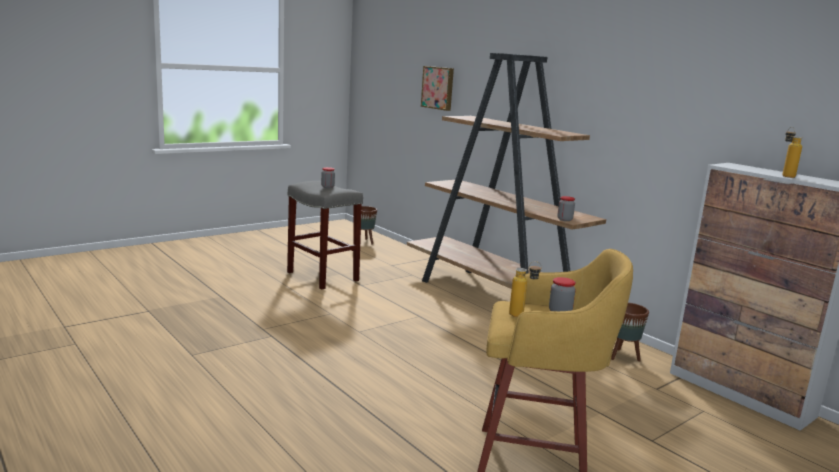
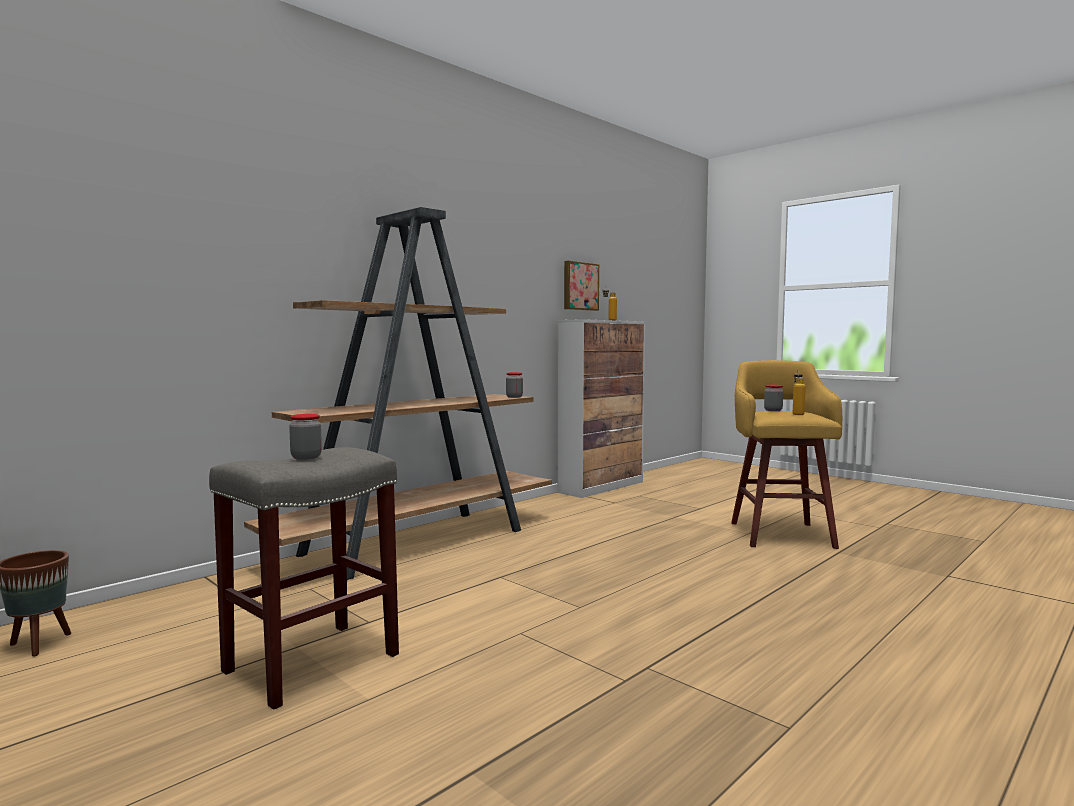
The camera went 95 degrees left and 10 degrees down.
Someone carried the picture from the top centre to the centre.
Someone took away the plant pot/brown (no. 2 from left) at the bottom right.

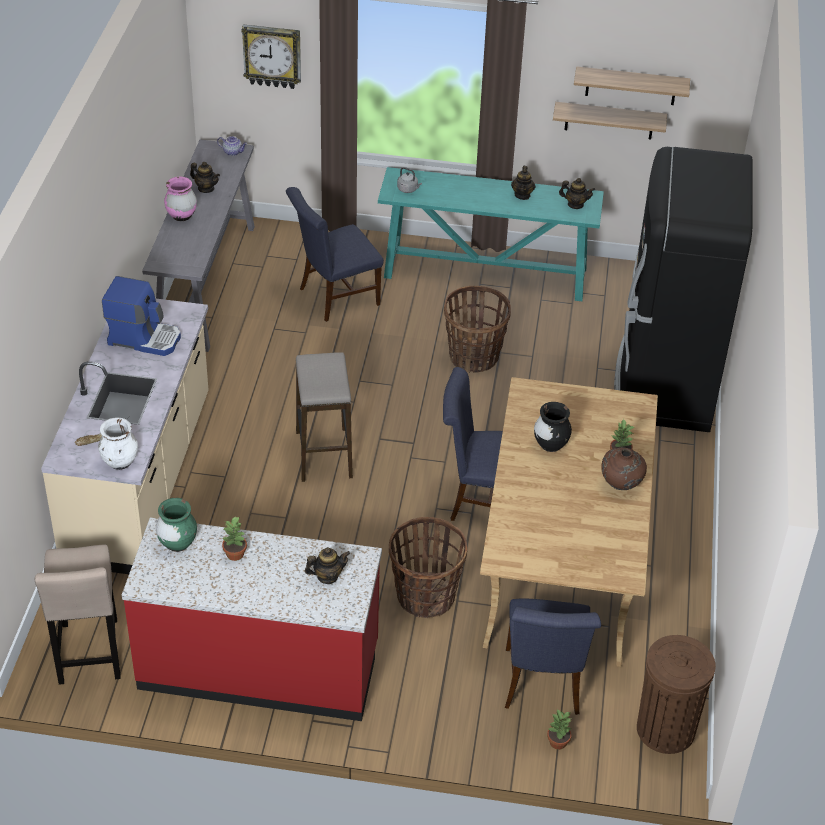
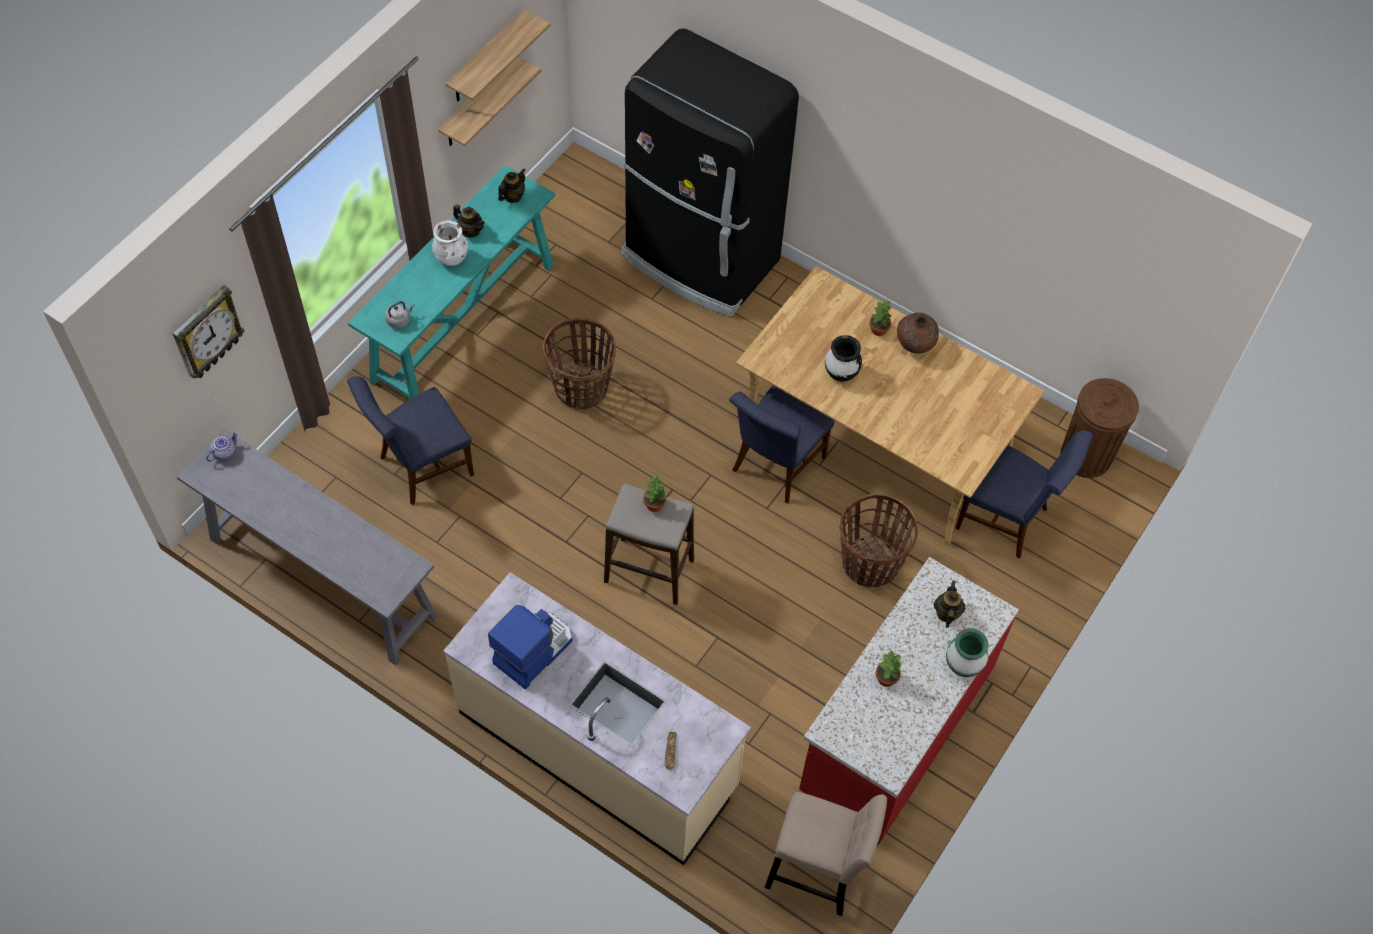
The camera went 65 degrees left and 15 degrees up.
Someone took away the teapot (no. 1 from left) at the top left.
Someone took away the decorative vase/pink at the top left.
Someone rotated the plain chair/bluish (no. 1 from left) at the top centre by 60 degrees clockwise.
Someone carried the decorative vase/white from the middle left to the top left.
Someone carried the decorative vase/greenish from the middle left to the bottom right.
Someone carried the plant in a pot (no. 2 from left in the first image) from the bottom right to the centre.

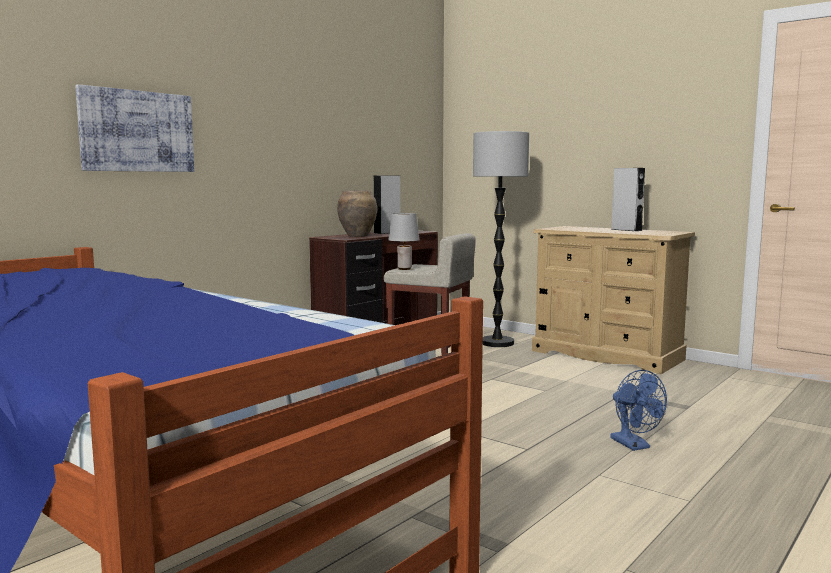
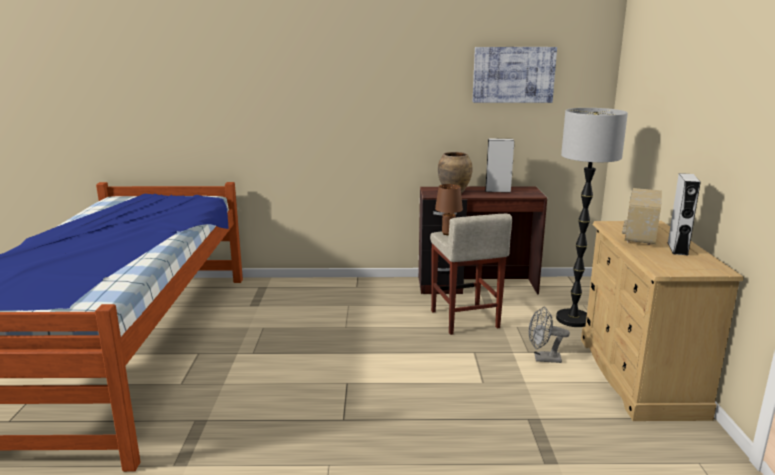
The camera went 50 degrees right and 10 degrees up.
Someone carried the picture from the top left to the top centre.
Someone repainted the table lamp/gray at the centre, which became the table lamp/brown at the centre.
Someone took away the electric fan/bluish at the bottom right.
Someone put down the radio set at the middle right.
Someone put down the electric fan/gray at the bottom right.

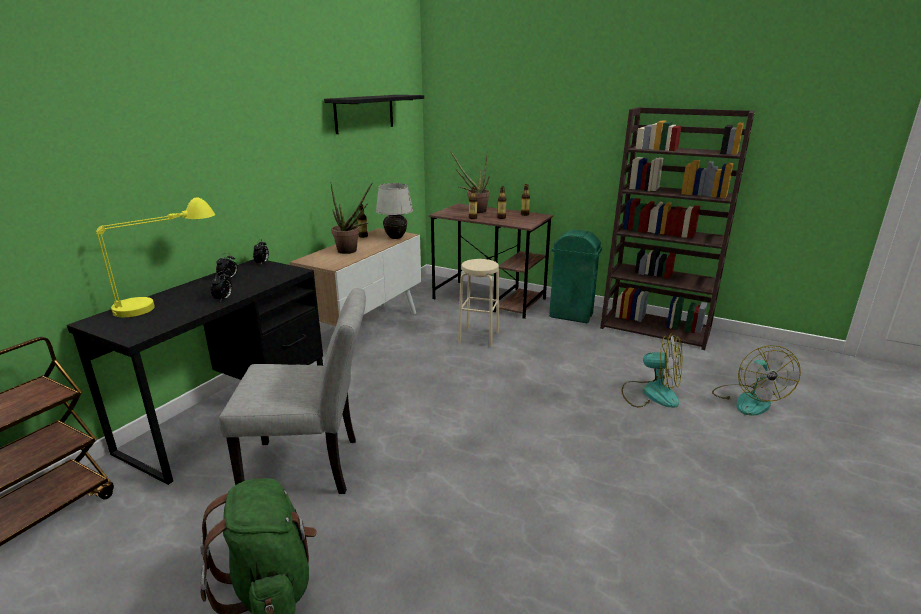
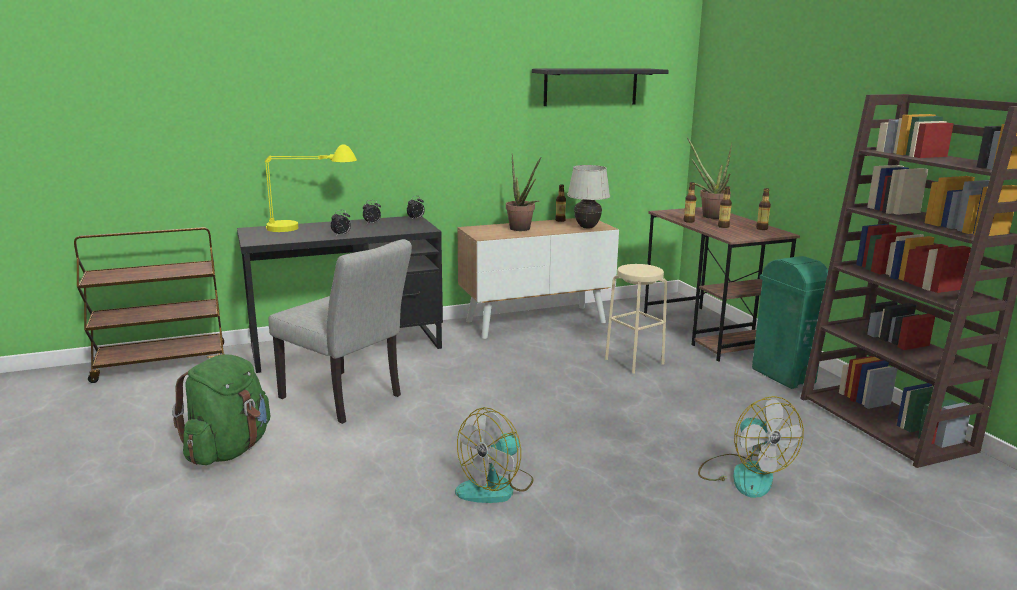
The camera went 40 degrees right and 5 degrees down.
Someone carried the electric fan (no. 2 from left in the first image) from the middle right to the bottom centre.

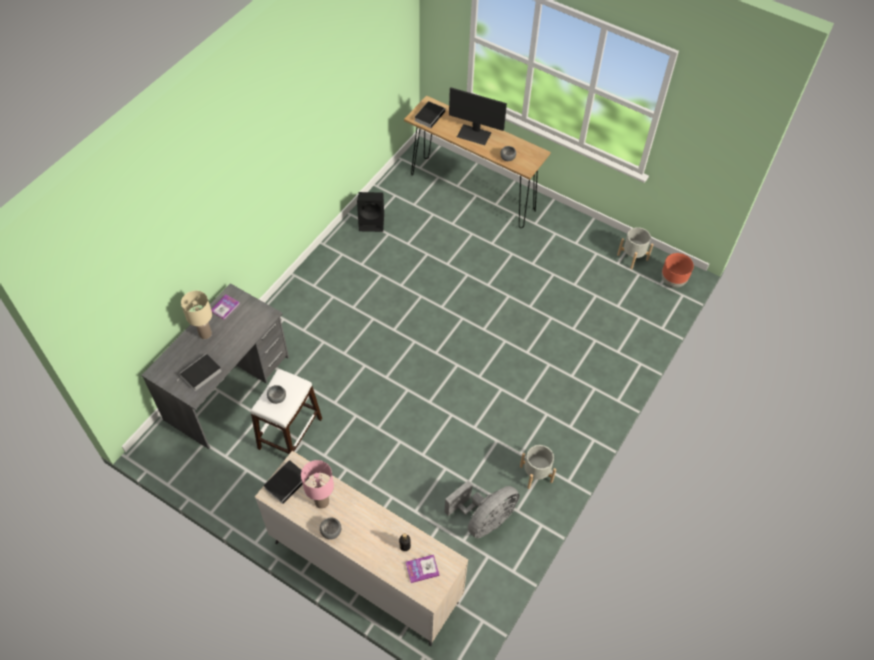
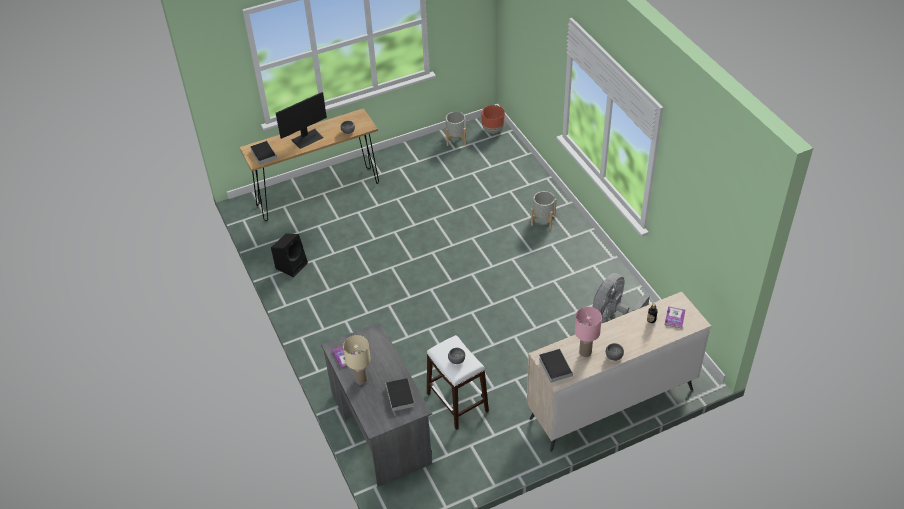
The camera went 55 degrees left and 10 degrees down.
Someone carried the plant pot/gray (no. 1 from left in the first image) from the bottom centre to the centre.
Someone rotated the electric fan/gray at the bottom centre by 135 degrees counterclockwise.

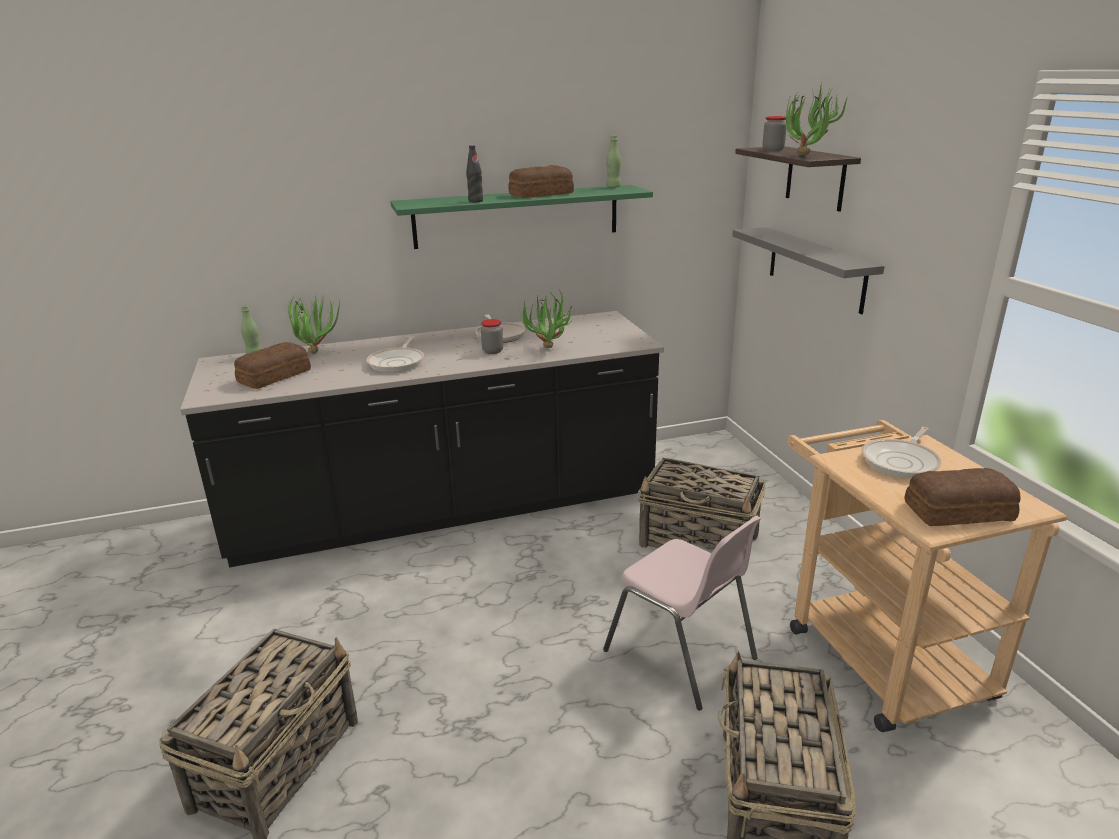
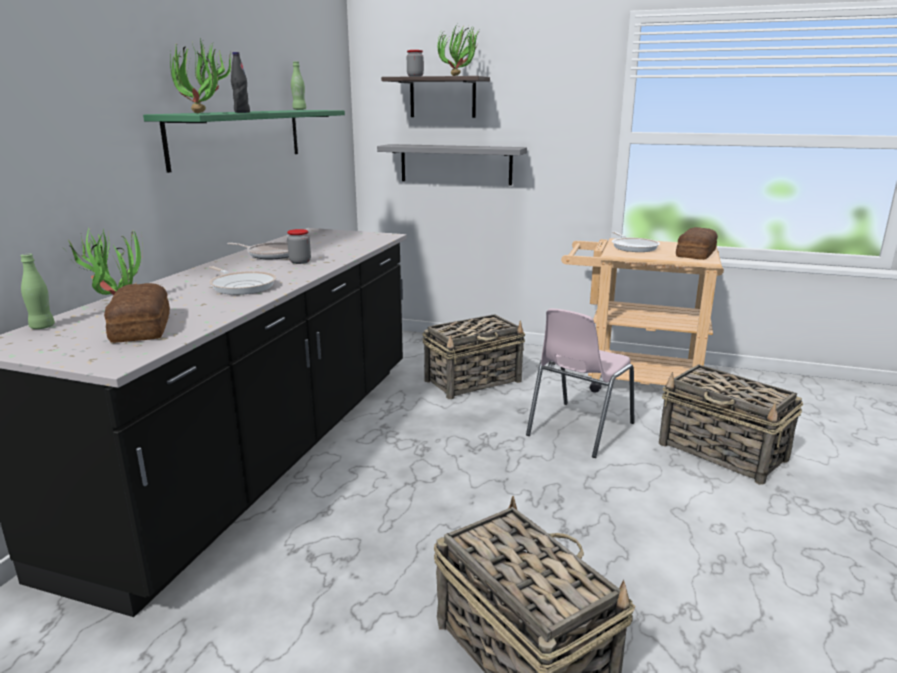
The camera went 55 degrees left and 5 degrees down.
Someone took away the bread (no. 2 from left) at the top centre.
Someone carried the plant in a pot (no. 2 from left) from the centre to the top left.
Someone rotated the plain chair/pink at the bottom centre by 135 degrees clockwise.

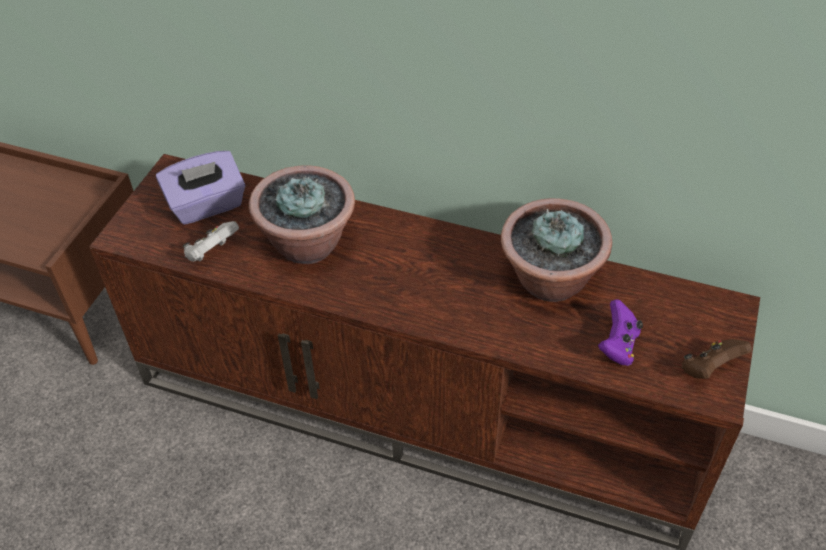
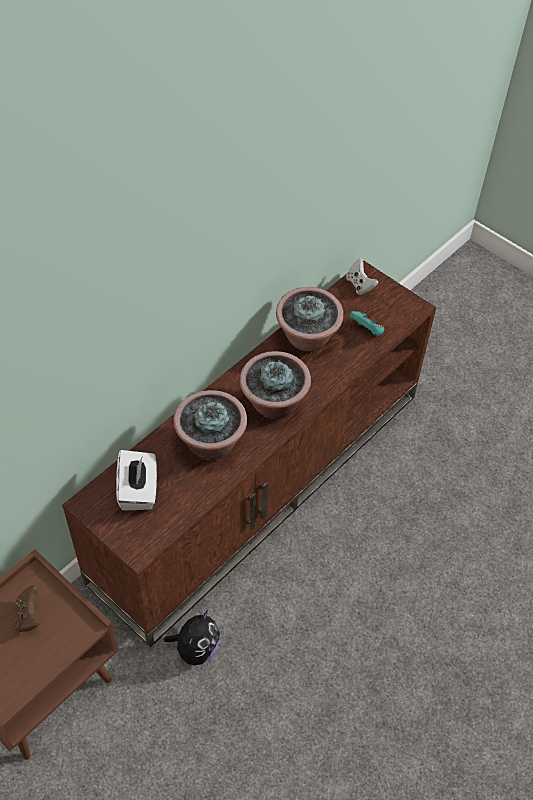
The camera went 70 degrees left and 5 degrees up.
Someone repainted the tissue holder/purplish at the middle left, which became the tissue holder/white at the middle left.
Someone carried the game controller/white from the middle left to the middle right.
Someone repainted the game controller/purplish at the middle right, which became the game controller/turquoise at the middle right.
Someone carried the game controller/brown from the middle right to the bottom left.
Someone put down the plant in a pot (no. 2 from left) at the centre.
Someone put down the cuddly toy at the bottom centre.

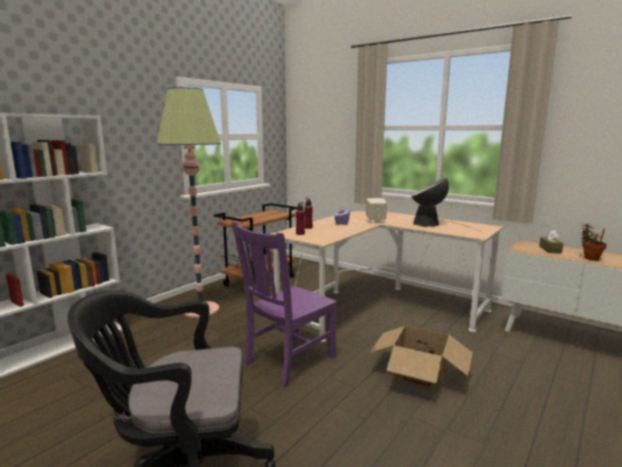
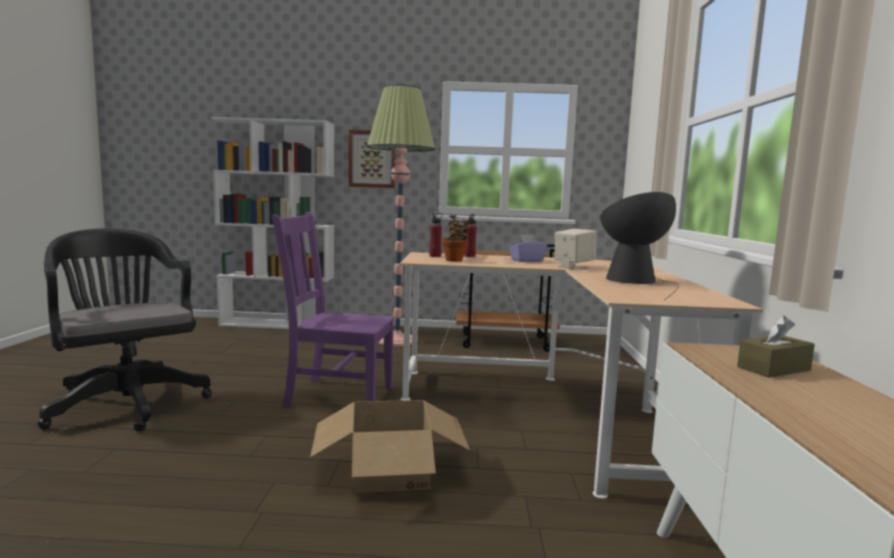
The camera went 55 degrees right and 5 degrees down.
Someone carried the plant in a pot from the middle right to the centre.
Someone put up the picture at the top centre.

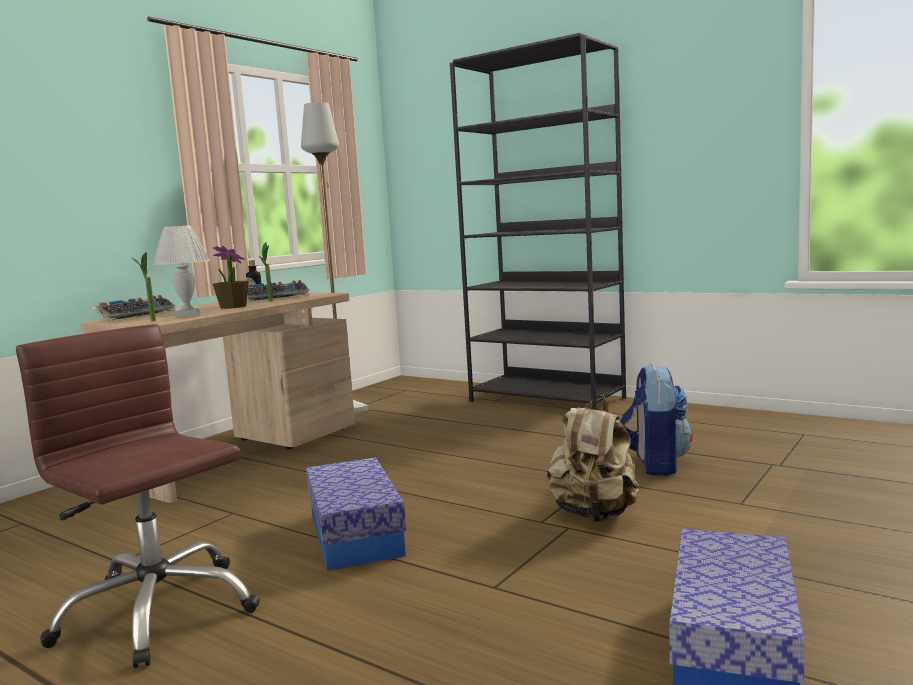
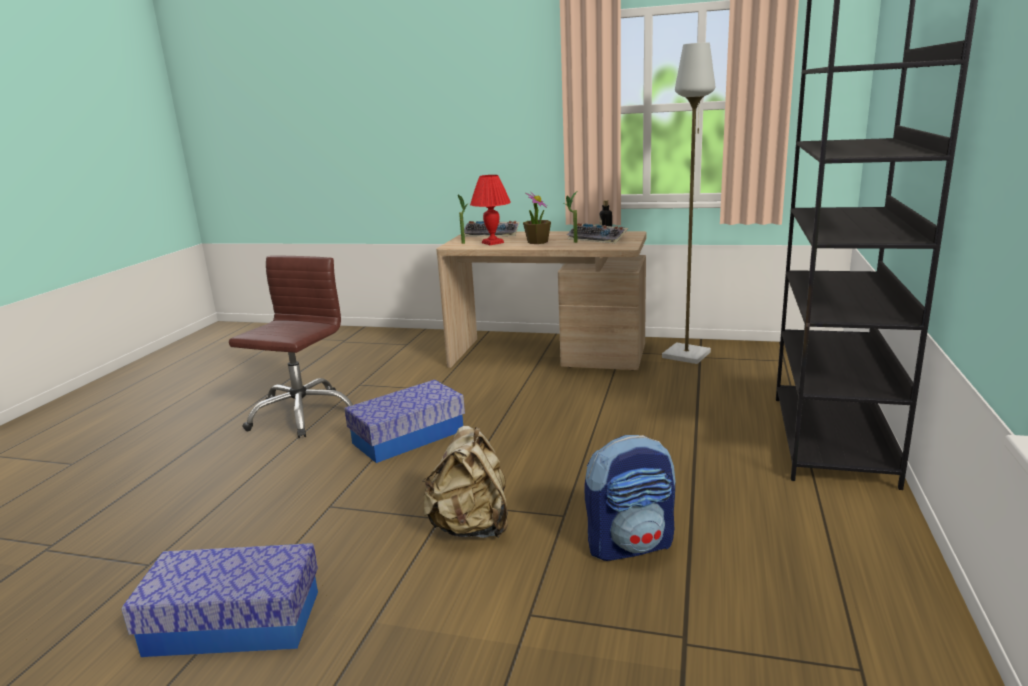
The camera went 70 degrees right and 10 degrees up.
Someone repainted the table lamp/white at the middle left, which became the table lamp/reddish at the top centre.

